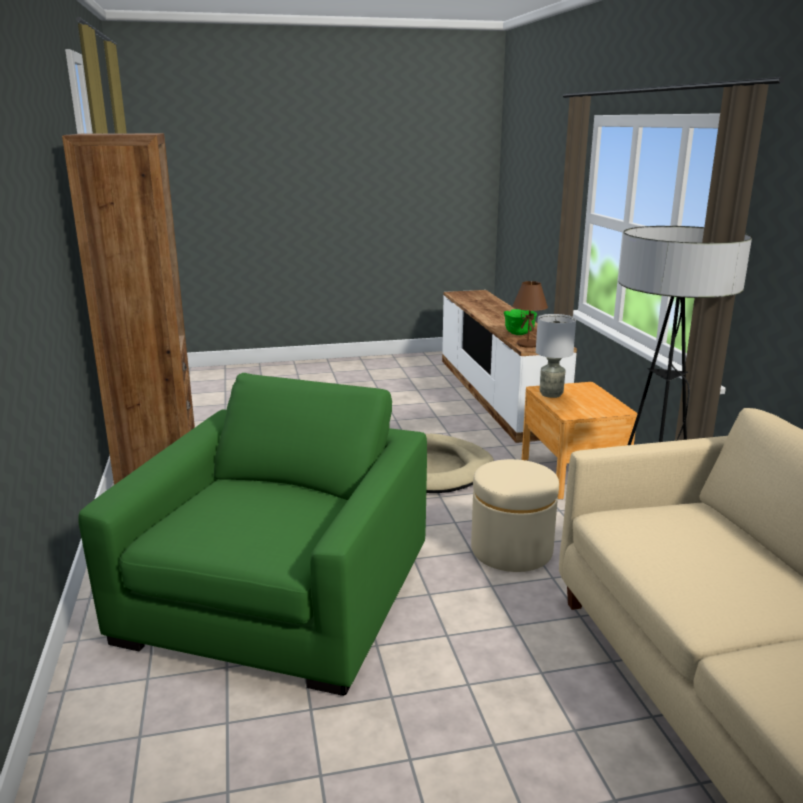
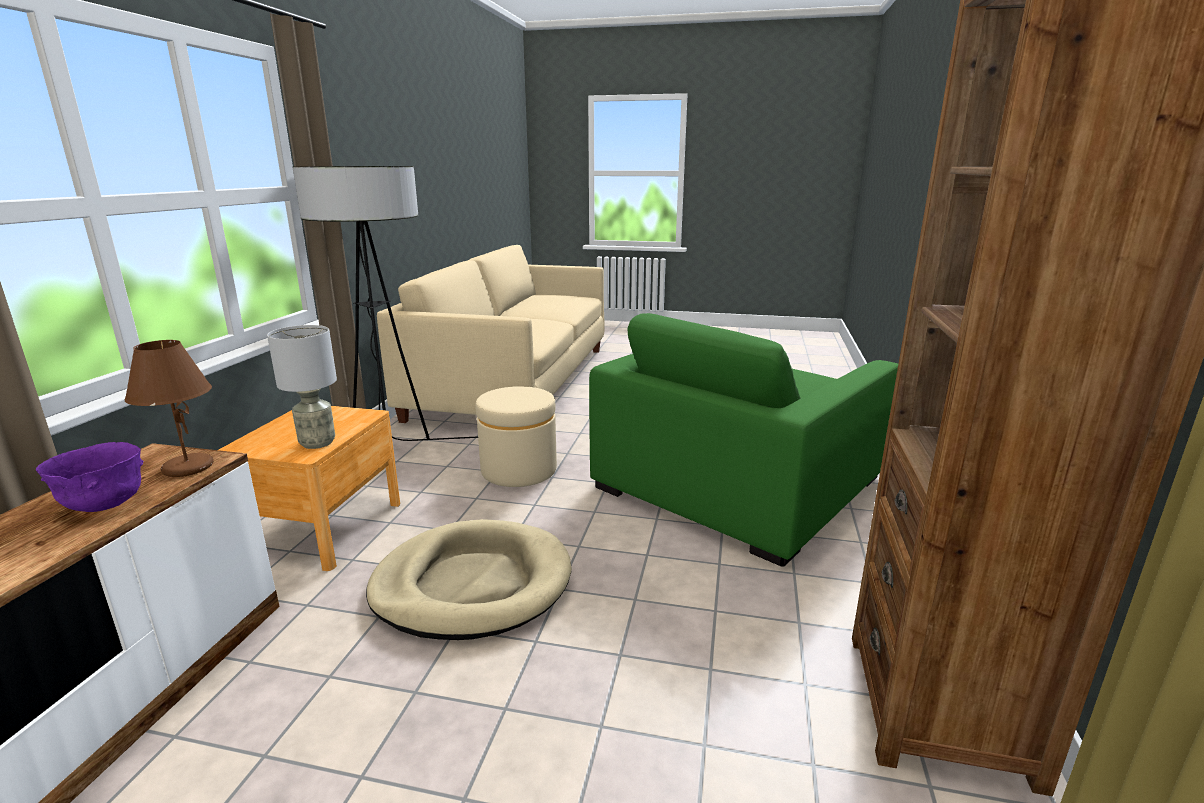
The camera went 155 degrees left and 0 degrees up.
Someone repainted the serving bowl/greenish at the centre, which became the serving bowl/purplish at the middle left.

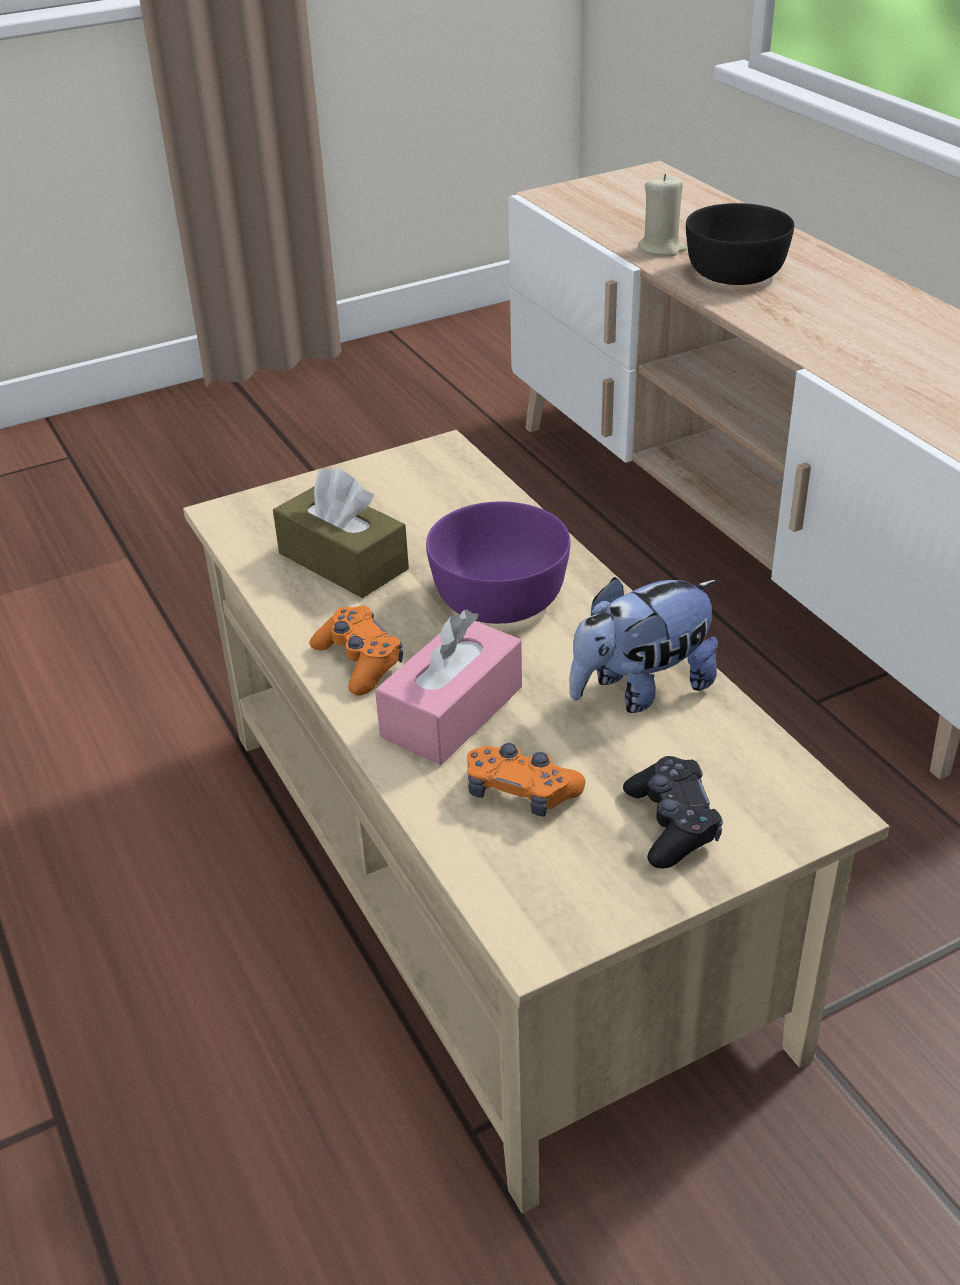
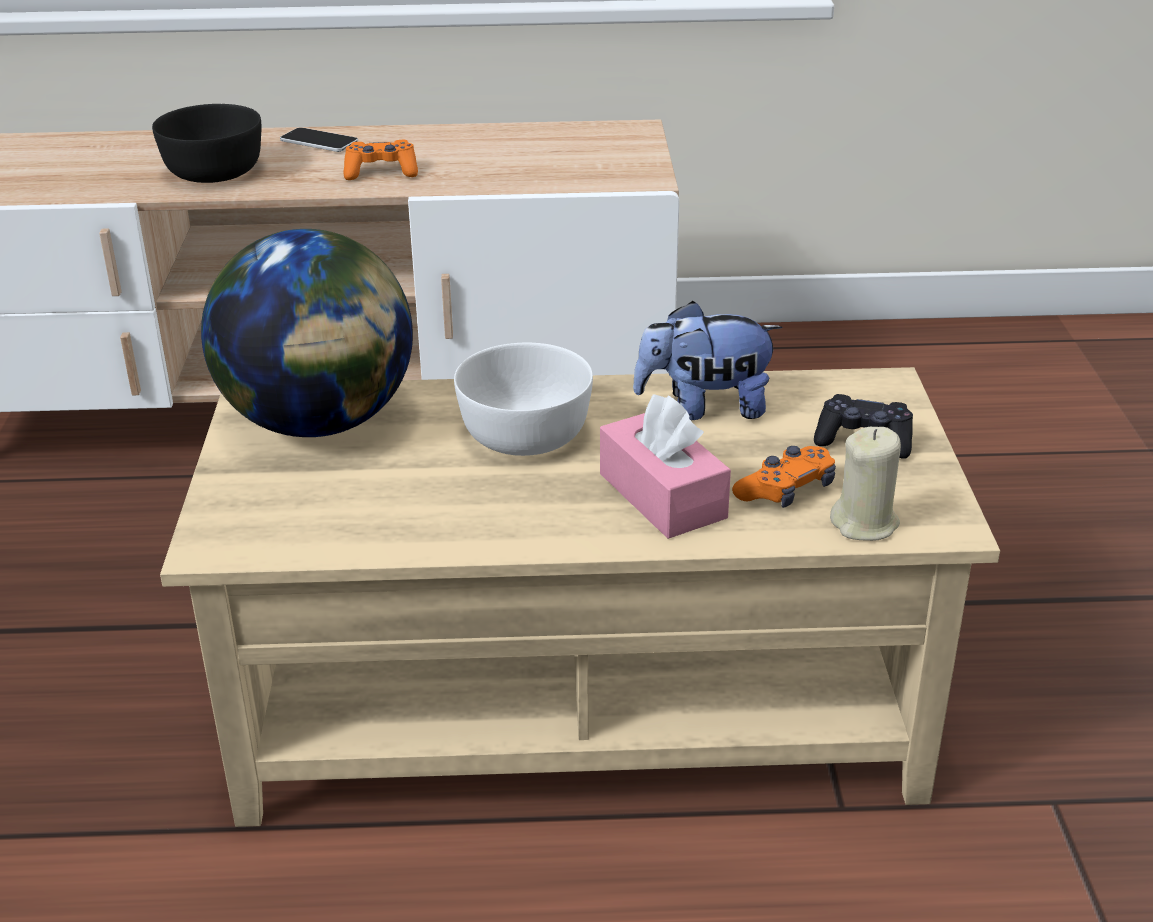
The camera went 65 degrees left and 5 degrees down.
Someone carried the candle/beige from the top right to the middle right.
Someone took away the tissue holder/brown at the centre.
Someone repainted the serving bowl/purplish at the centre, which became the serving bowl/white at the centre.
Someone rotated the cuddly toy at the middle right by 90 degrees clockwise.
Someone carried the game controller/orange-coloured (no. 1 from left) from the centre to the top left.
Someone put down the handset at the top left.
Someone put down the desk globe at the middle left.

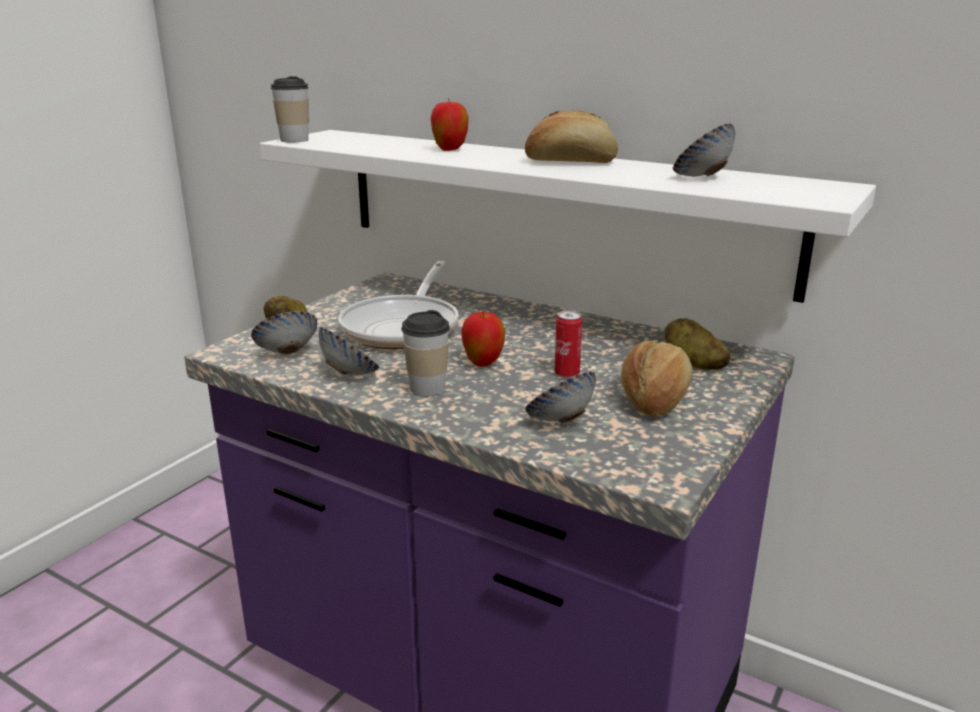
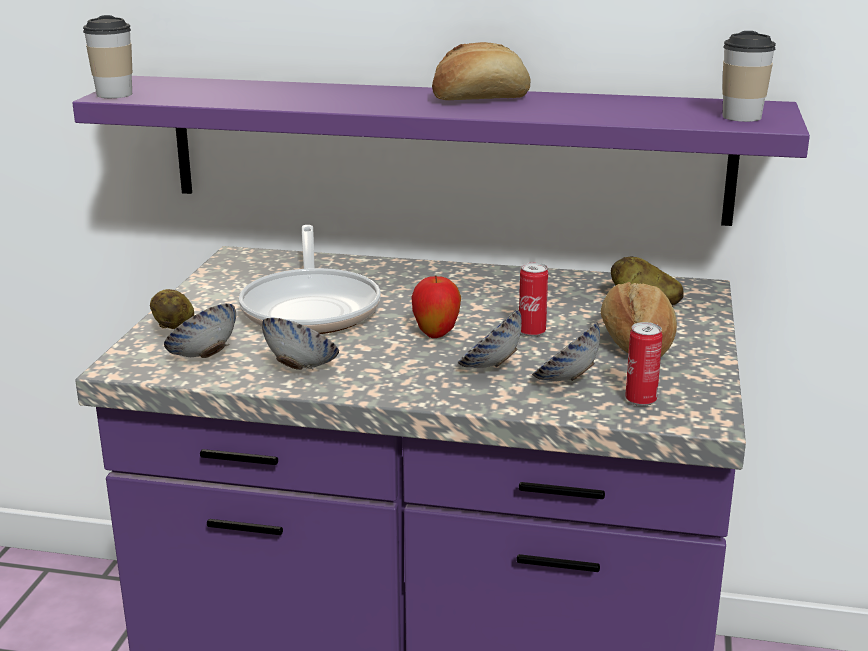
The camera went 20 degrees left and 0 degrees up.
Someone took away the whole apple (no. 1 from left) at the top centre.
Someone carried the serving bowl (no. 4 from left in the first image) from the top right to the centre.
Someone repainted the shelf/white at the top centre, which became the shelf/purplish at the top centre.
Someone carried the drinking cup (no. 2 from left) from the centre to the top right.
Someone put down the sealed can (no. 2 from left) at the middle right.

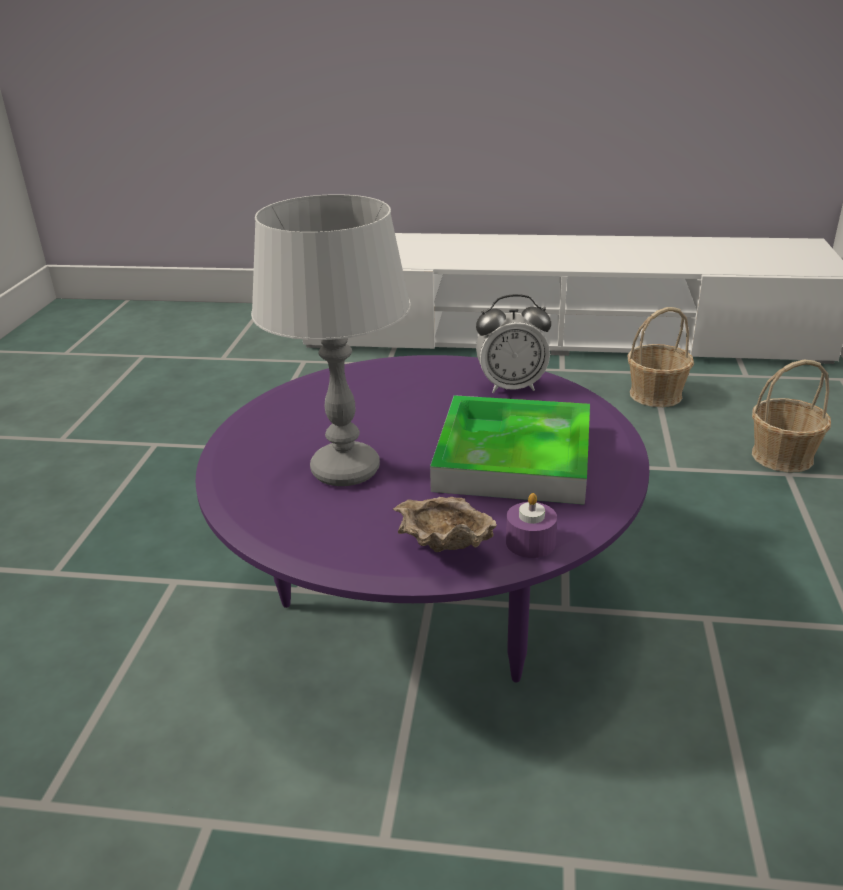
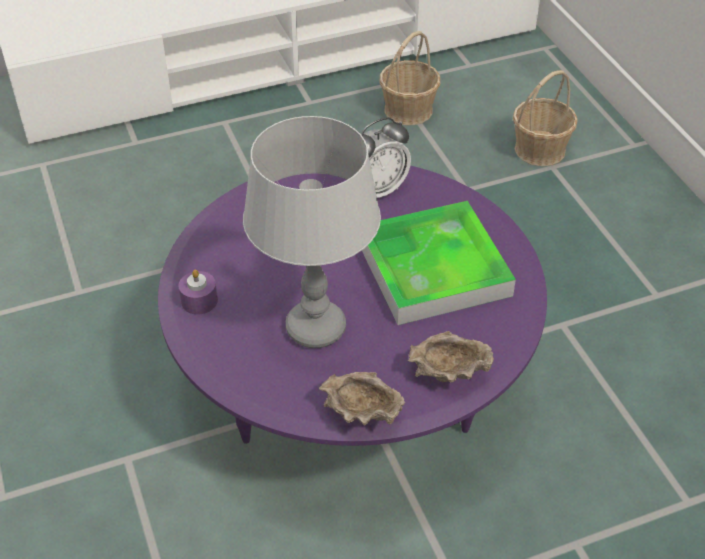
The camera went 30 degrees left and 15 degrees up.
Someone carried the candle/purplish from the centre to the middle left.
Someone put down the serving bowl/beige (no. 1 from left) at the bottom centre.

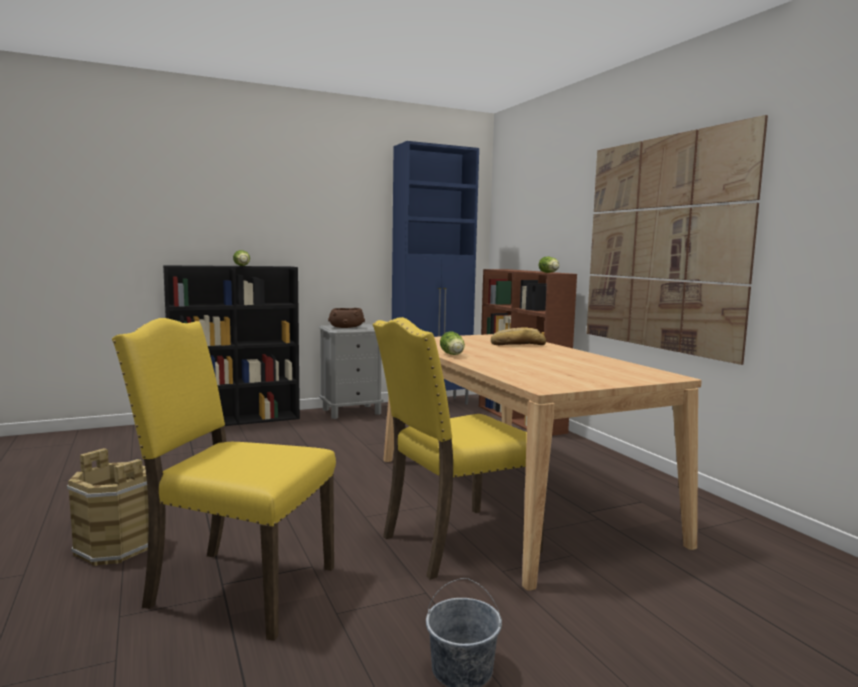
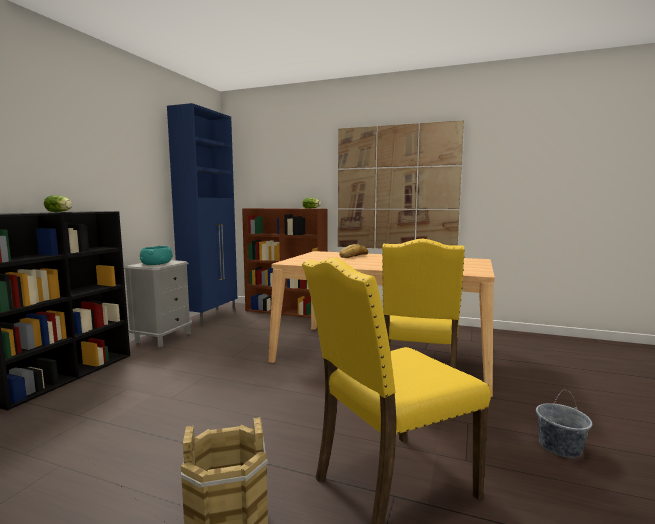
The camera went 45 degrees left and 0 degrees up.
Someone repainted the serving bowl/brown at the centre, which became the serving bowl/turquoise at the middle left.
Someone took away the head of lettuce (no. 2 from left) at the centre.

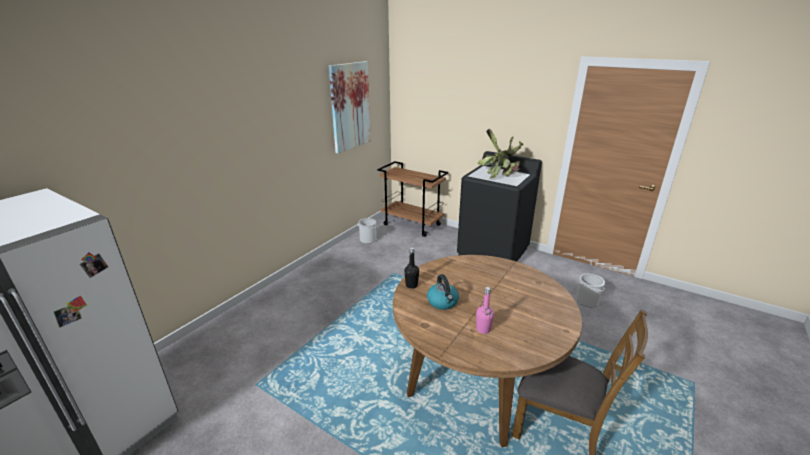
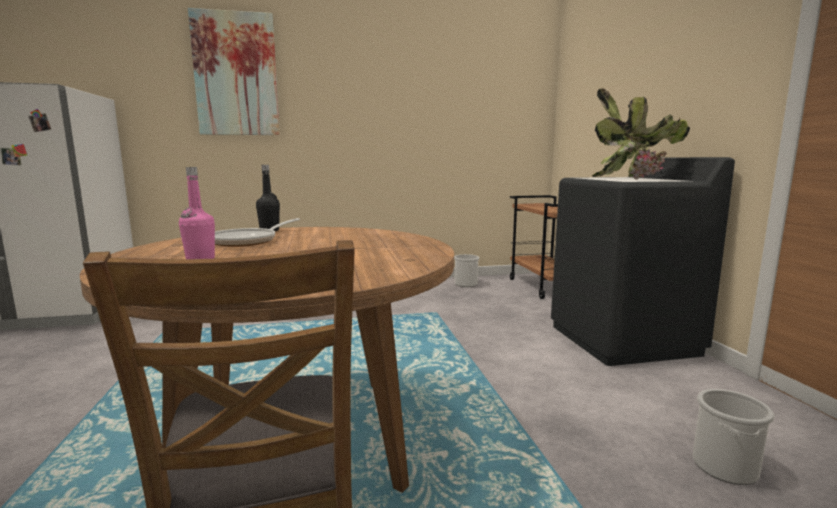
The camera went 45 degrees right and 15 degrees down.
Someone carried the picture from the top centre to the top left.
Someone swapped the water kettle at the centre for the pan at the middle left.

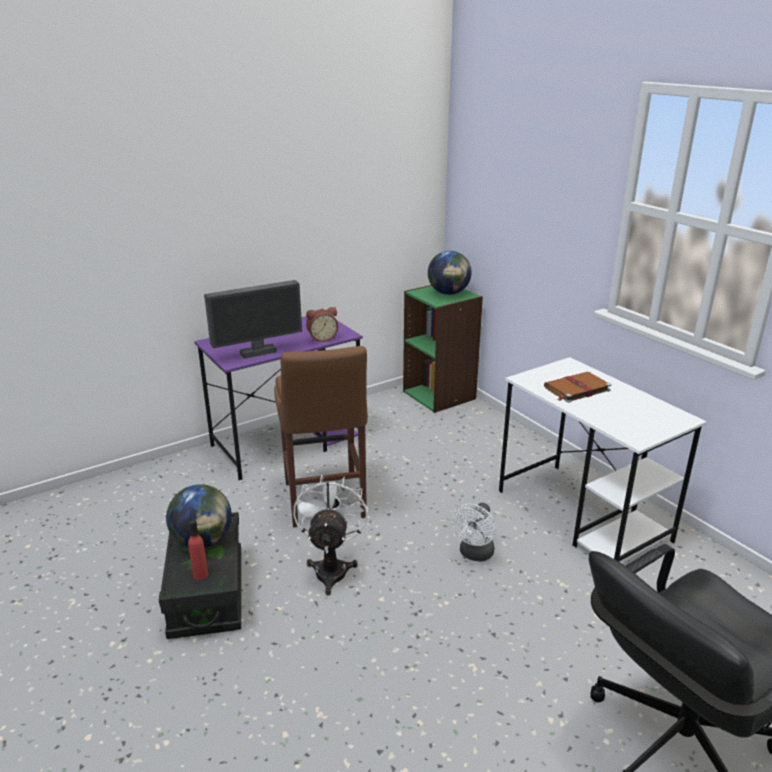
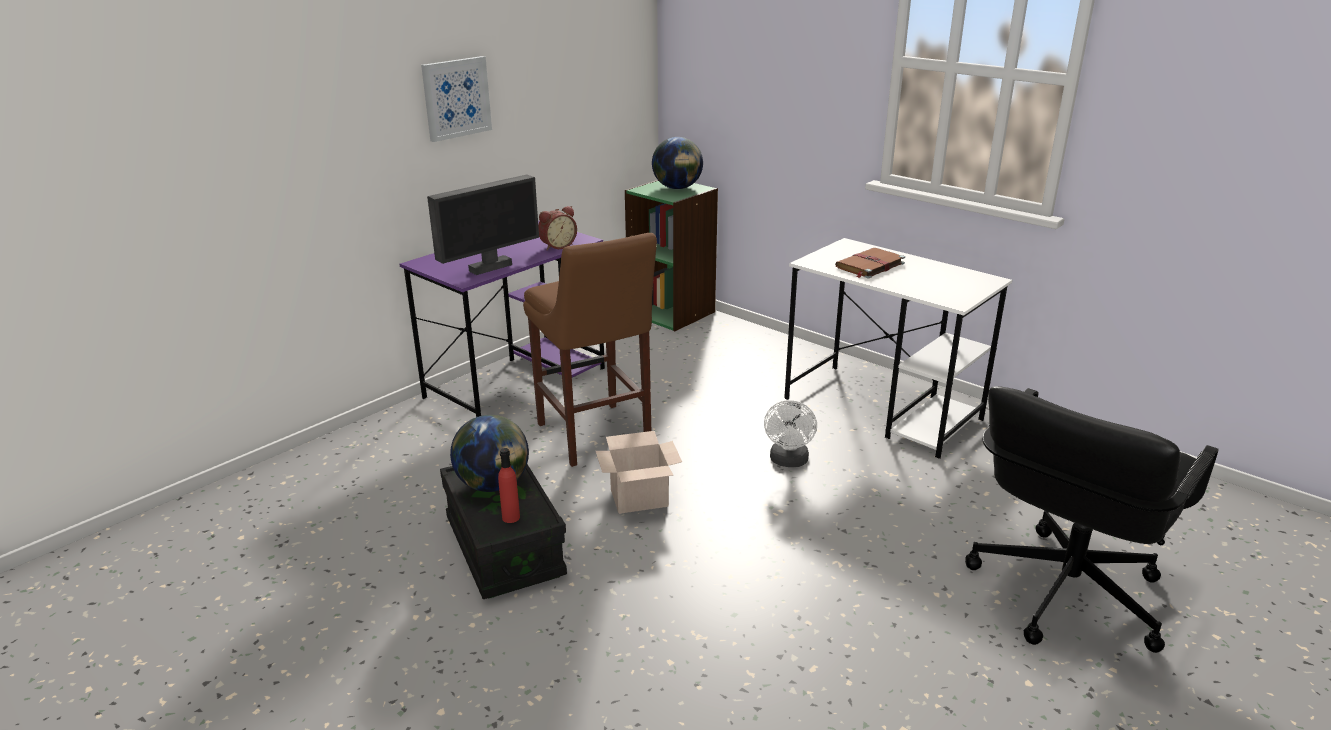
The camera went 15 degrees left and 0 degrees up.
Someone swapped the electric fan/white (no. 1 from left) at the bottom centre for the cardboard box at the centre.
Someone put up the picture at the top centre.

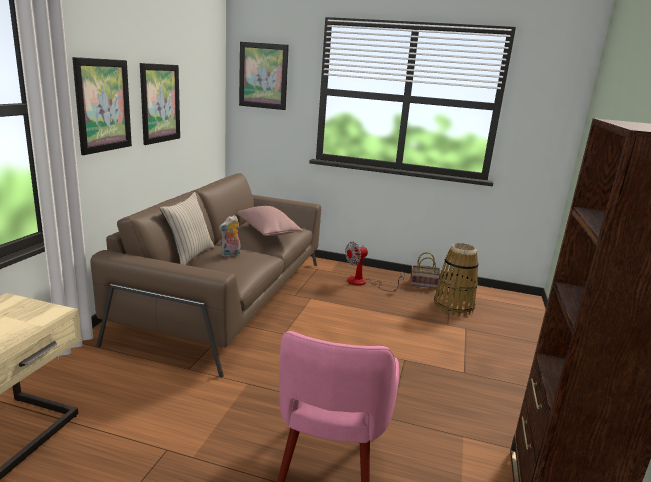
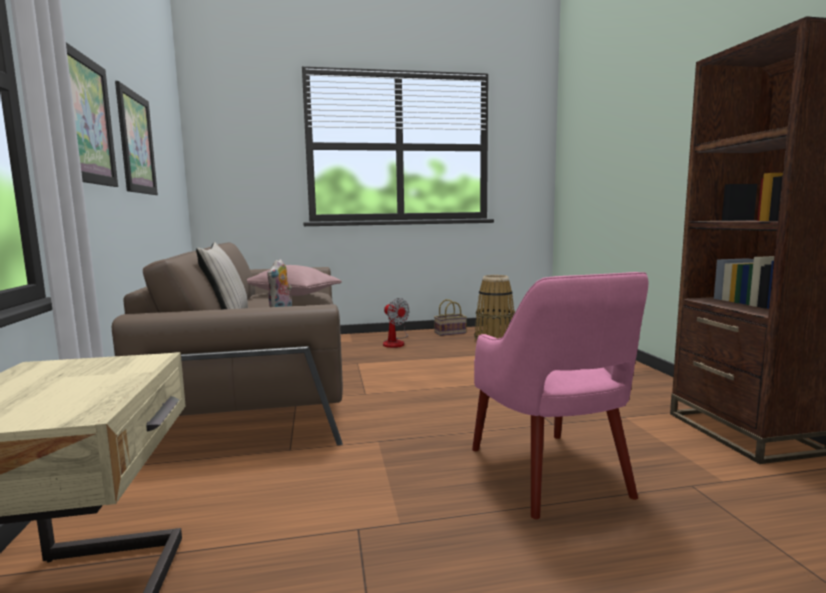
The camera went 25 degrees left and 10 degrees down.
Someone took away the picture (no. 3 from left) at the top centre.
Someone rotated the electric fan at the centre by 75 degrees counterclockwise.

